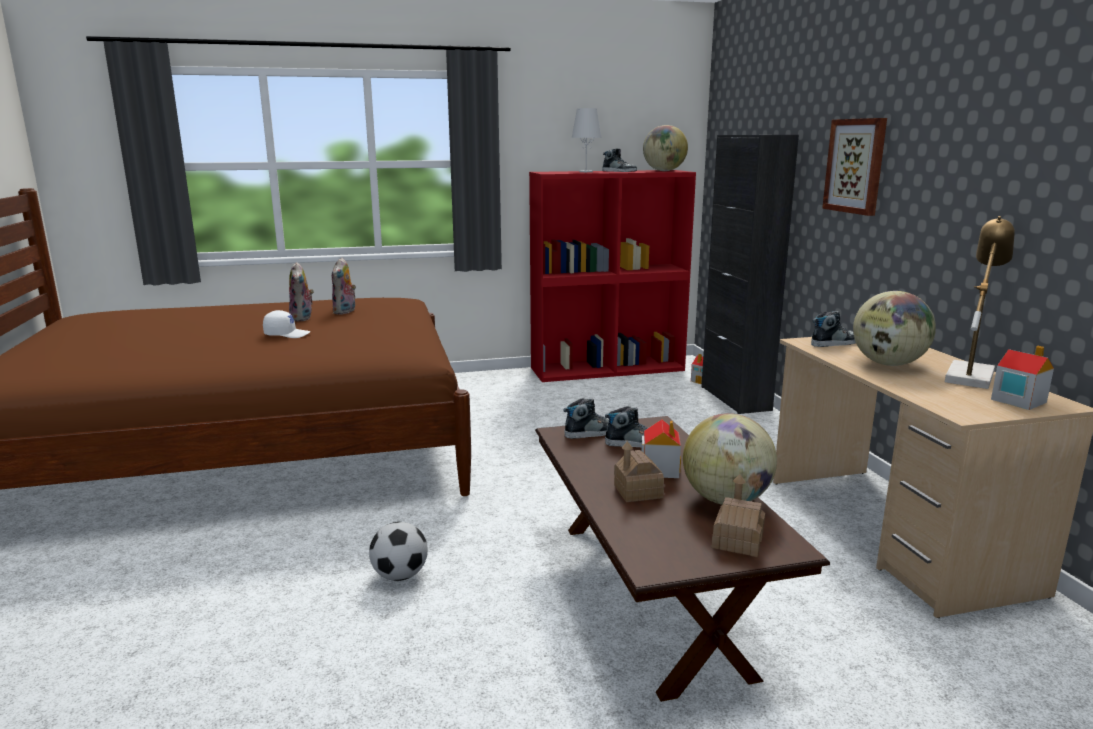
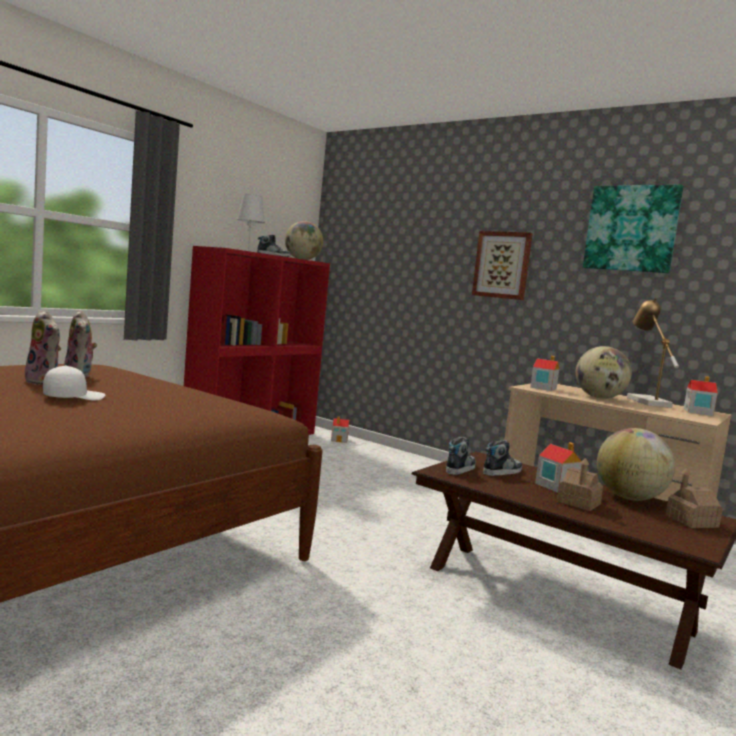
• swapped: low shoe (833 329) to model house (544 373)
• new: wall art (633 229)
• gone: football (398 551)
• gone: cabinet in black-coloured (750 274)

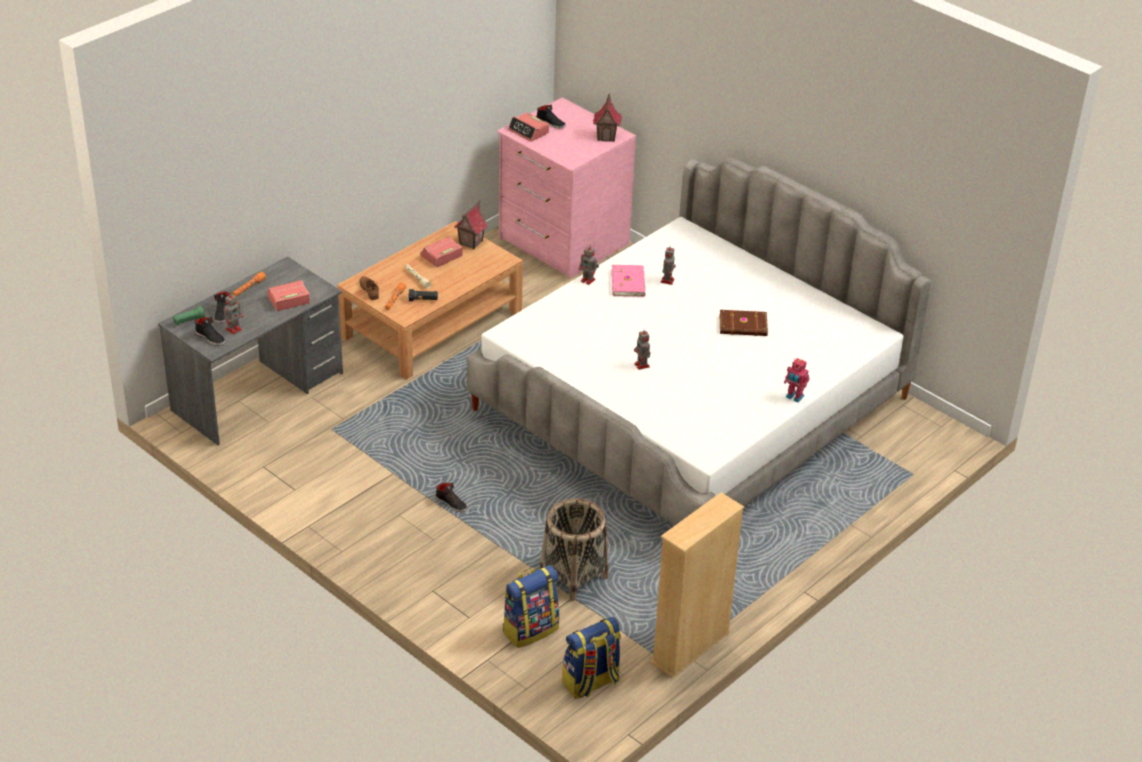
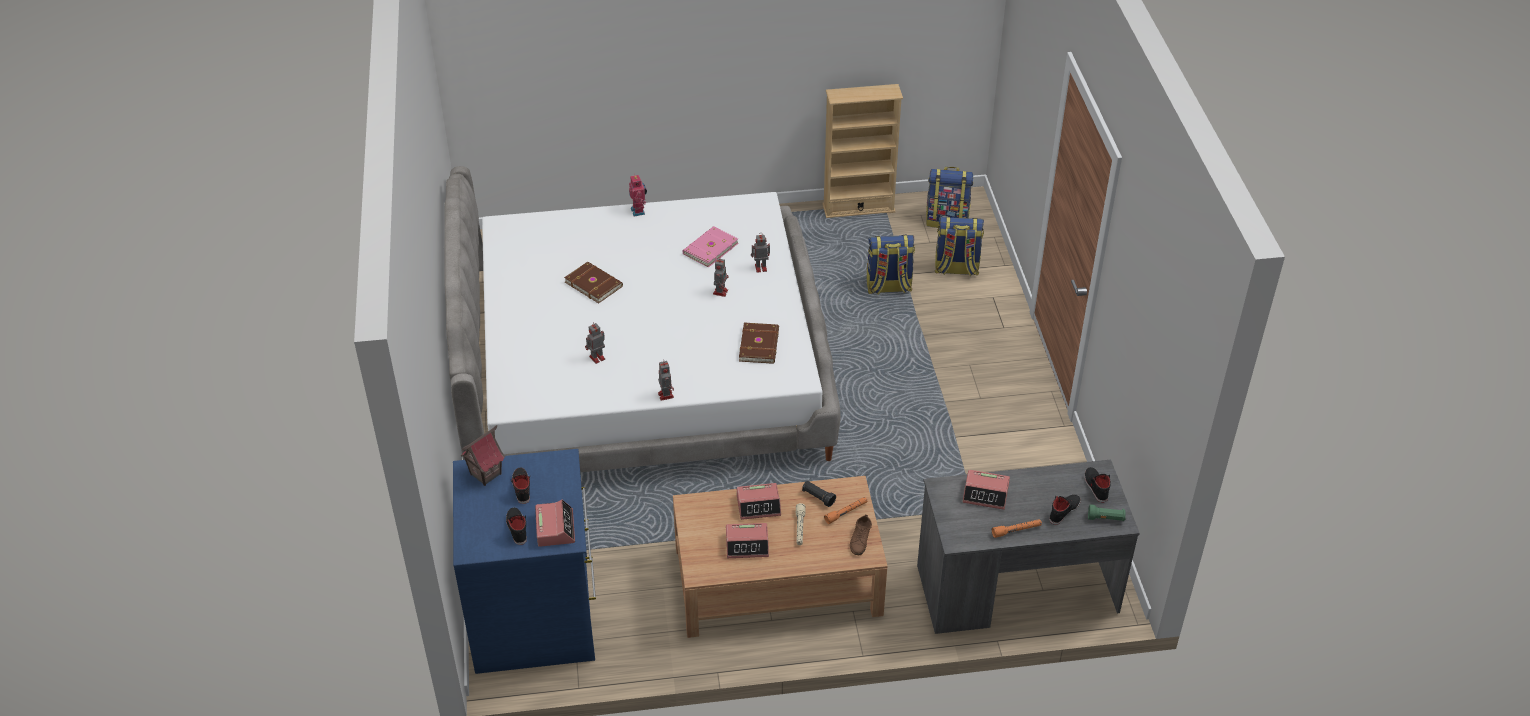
• repainted: drawer chest in pinkish (566 188) to drawer chest in bluish (524 561)
• shifted: low shoe in black-coloured (451 497) to (520 485)
• shifted: bound book in pinkish (628 281) to (711 247)
• new: table clock (759 501)
• new: bound book in brown (759 343)
• shifted: robot figure (233 313) to (760 254)
• swapped: basket (574 549) to rucksack (891 265)
• gone: model house (471 224)

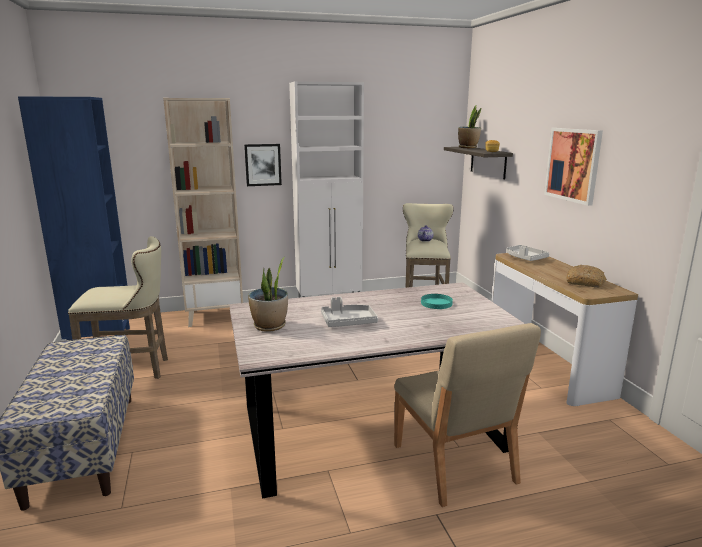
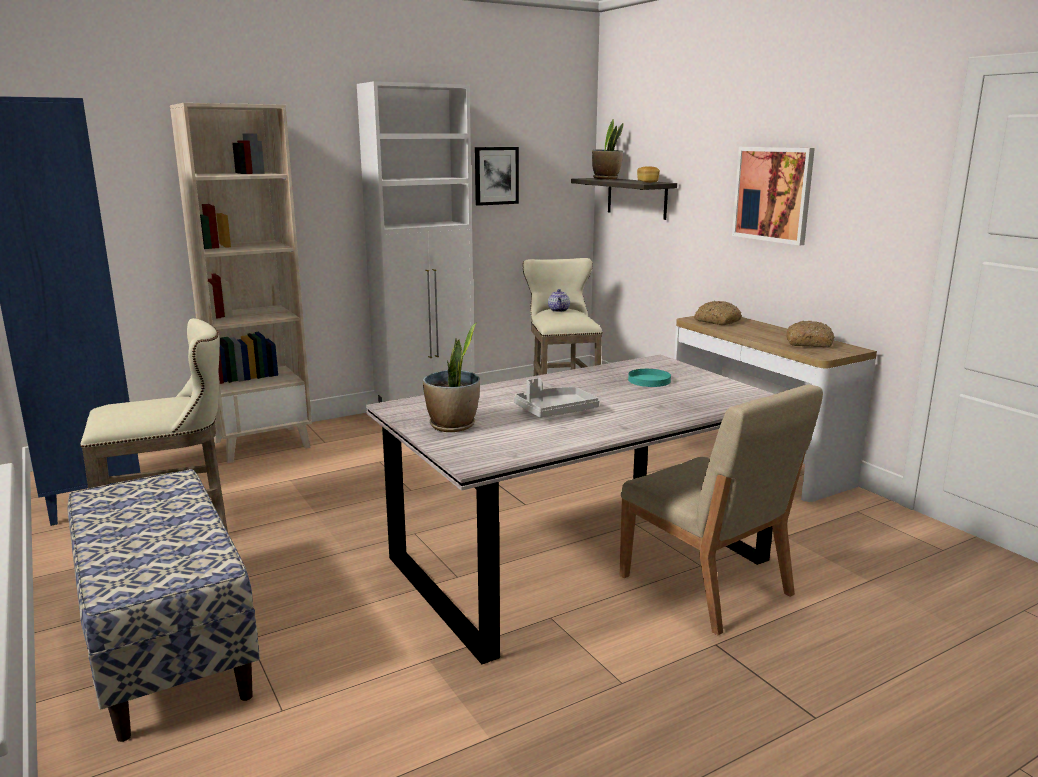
• shifted: wall art (263 165) to (497 176)
• swapped: carrying tray in greyish (527 253) to bread (718 313)

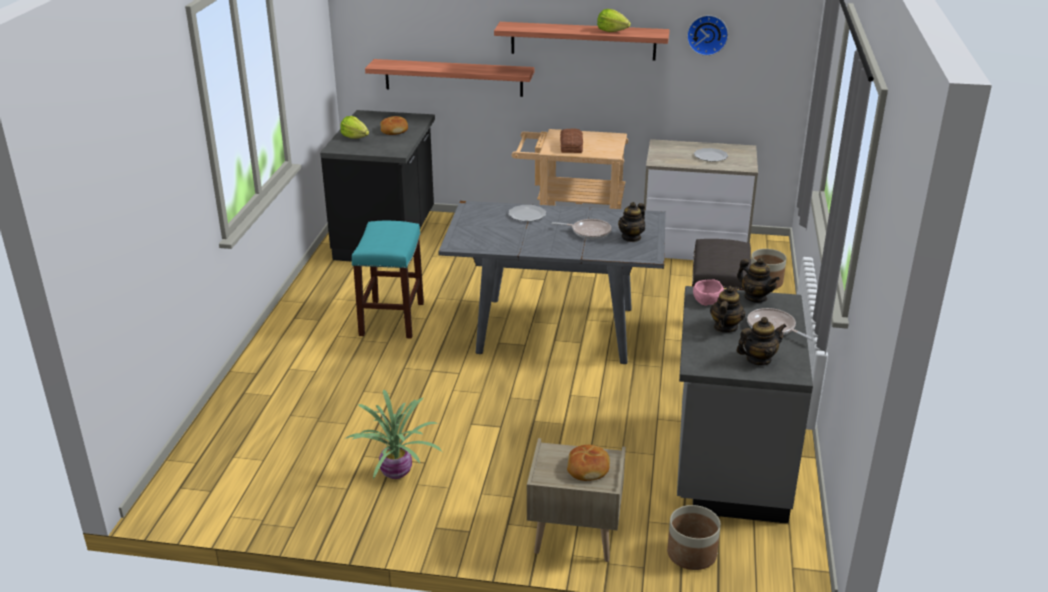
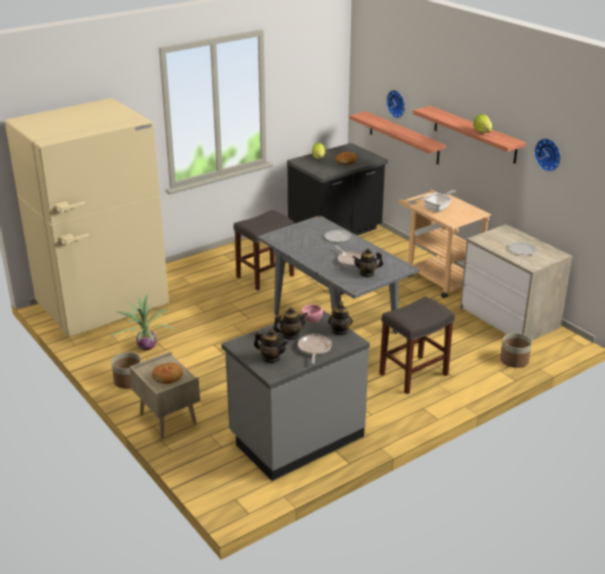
• new: kitchen fridge in beige-coloured (87 217)
• shifted: flower pot (694 537) to (126 370)
• repainted: sitting stool in turquoise (388 280) to sitting stool in greyish (264 250)
• new: clock on the wall (395 104)
• swapped: bread (571 140) to frying pan (439 201)

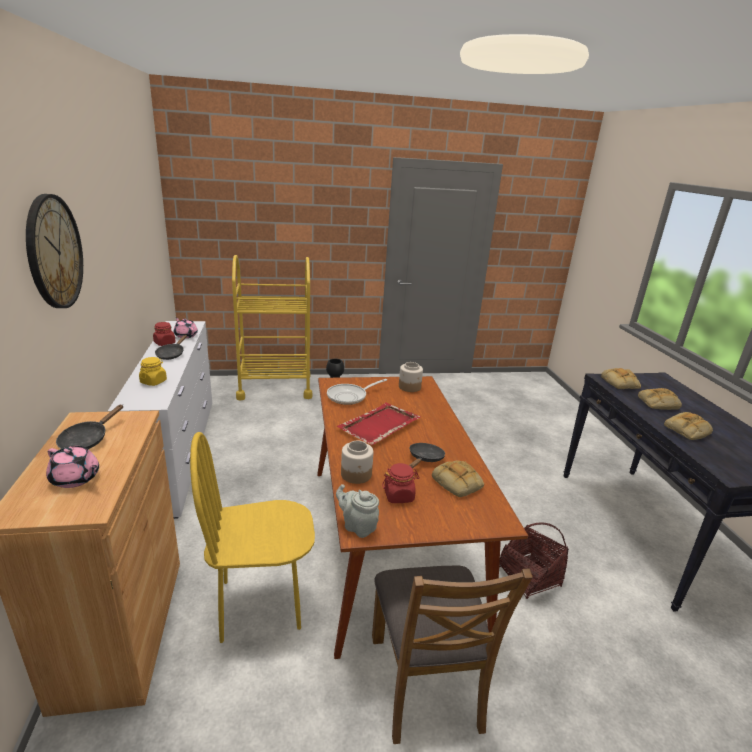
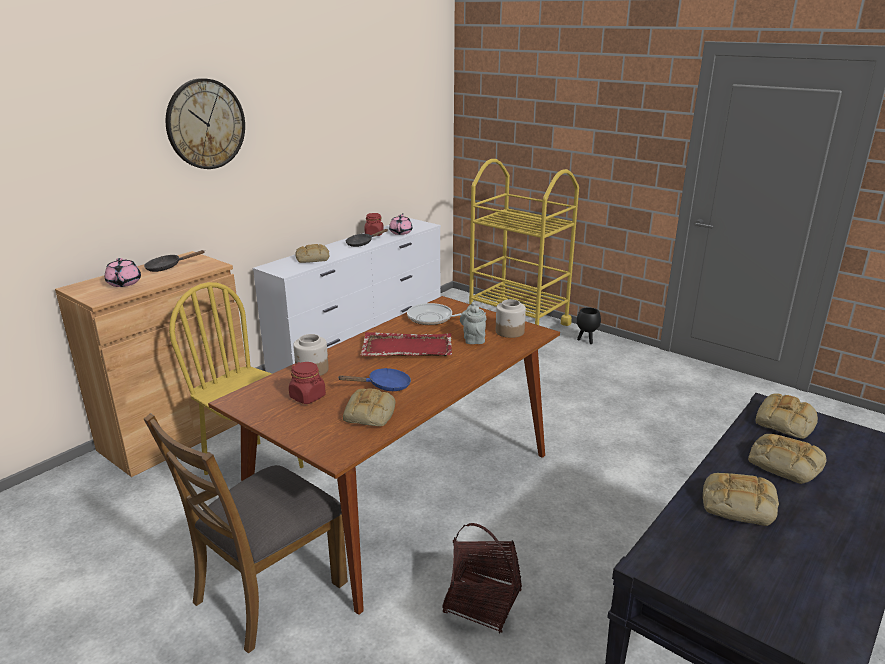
• swapped: preserve jar in yellowish (153 371) to bread (312 253)
• repainted: frying pan in black-coloured (427 456) to frying pan in bluish (375 379)
• shifted: teapot in greyish (357 511) to (473 323)

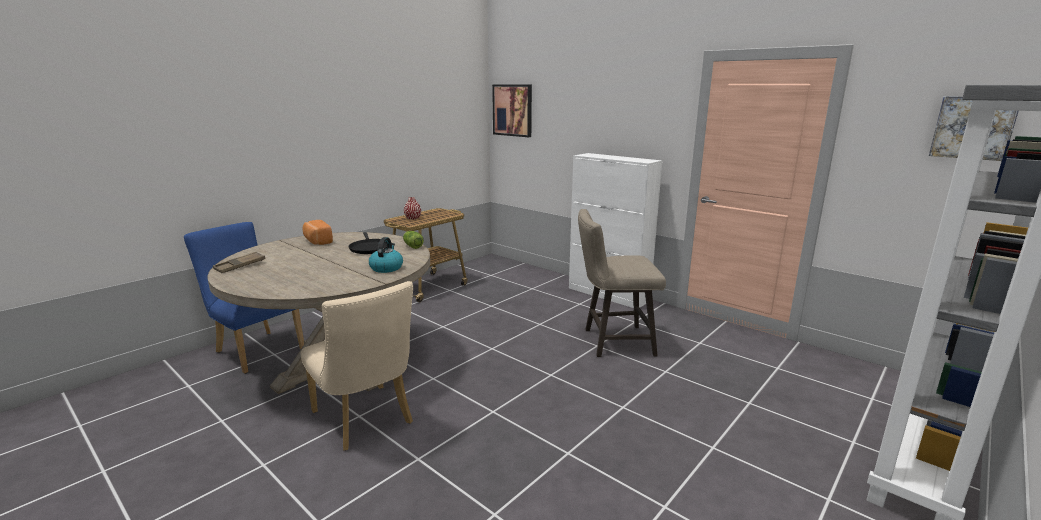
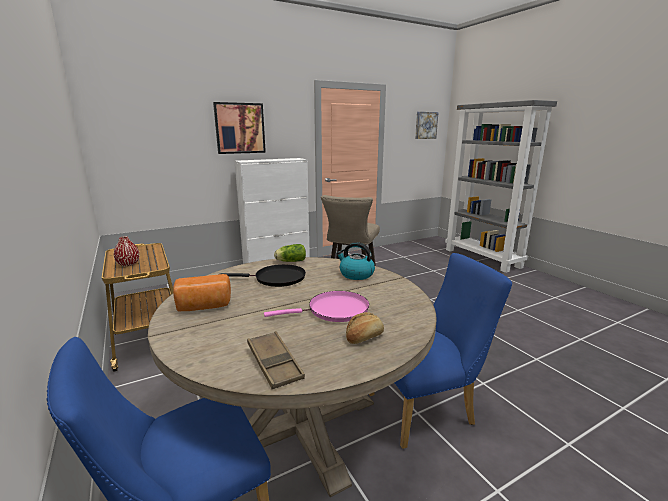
• shifted: wall art (512 111) to (239 128)
• new: frying pan in pinkish (316 306)
• new: bread (365 328)
• repainted: plain chair in beige-coloured (357 366) to plain chair in bluish (440 351)

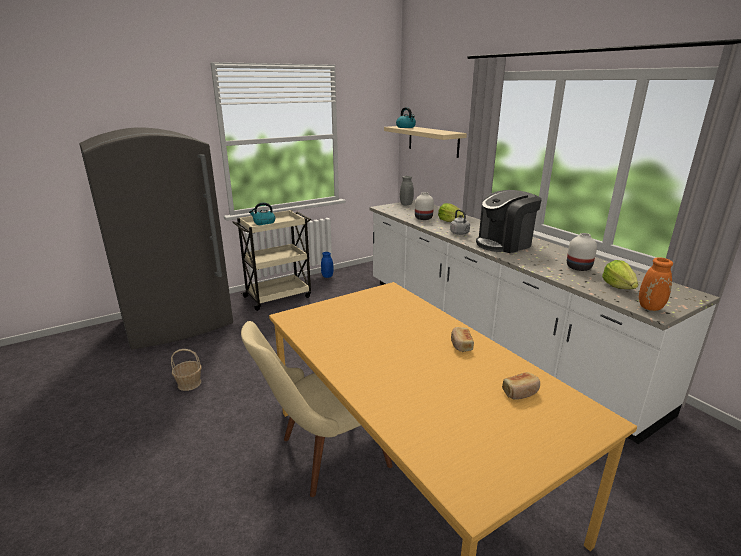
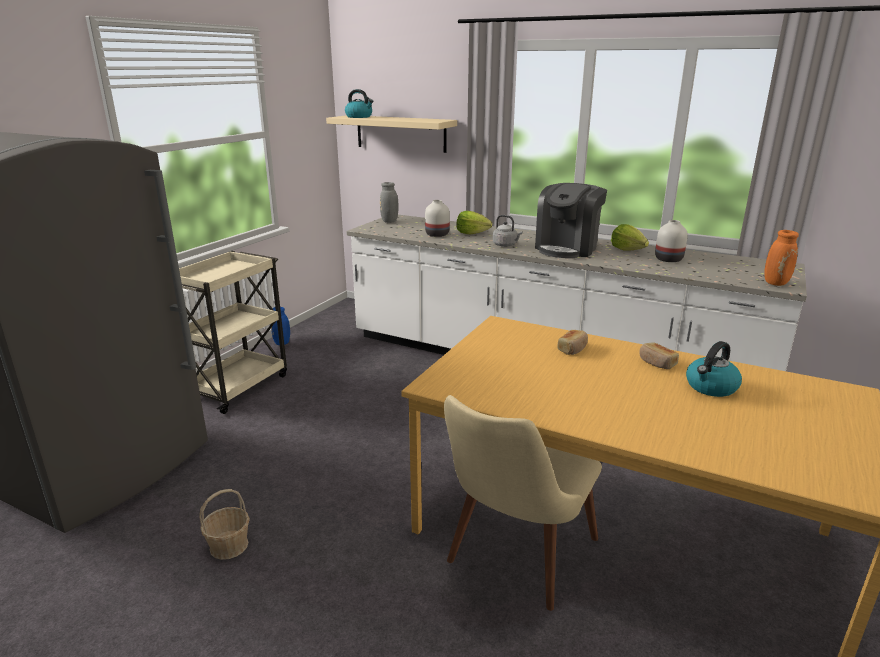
• shifted: bread (521 386) to (572 342)
• shifted: head of lettuce (620 274) to (630 237)
• shifted: water kettle (262 213) to (714 369)

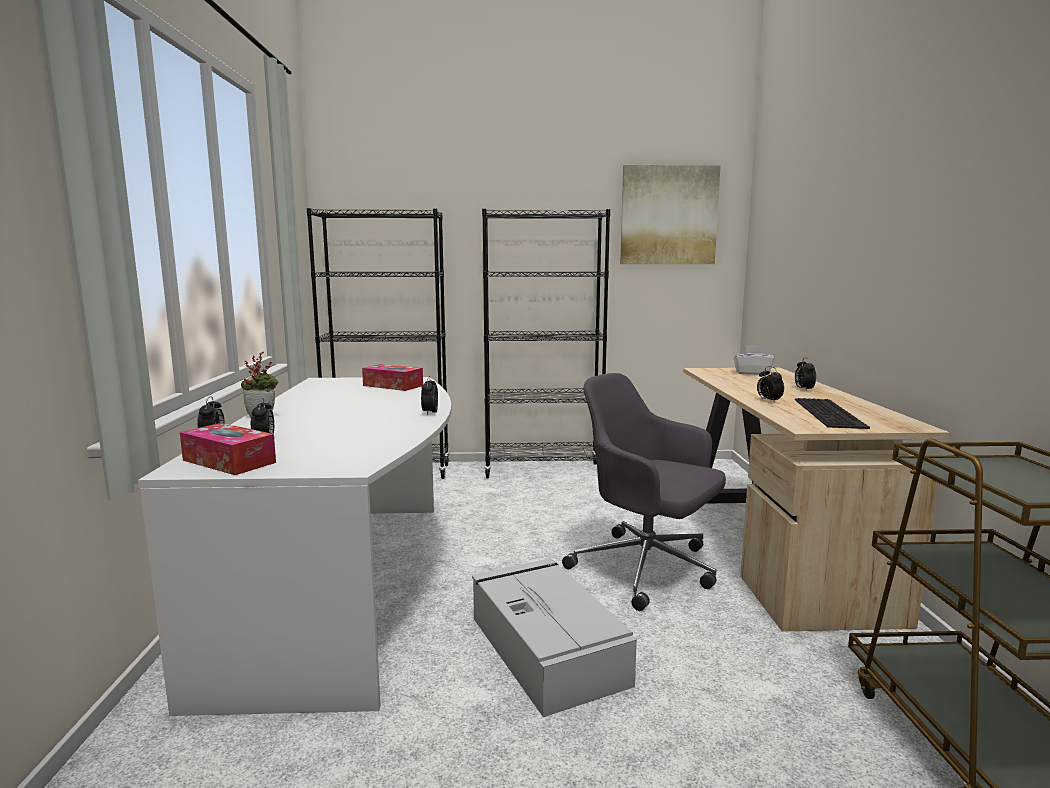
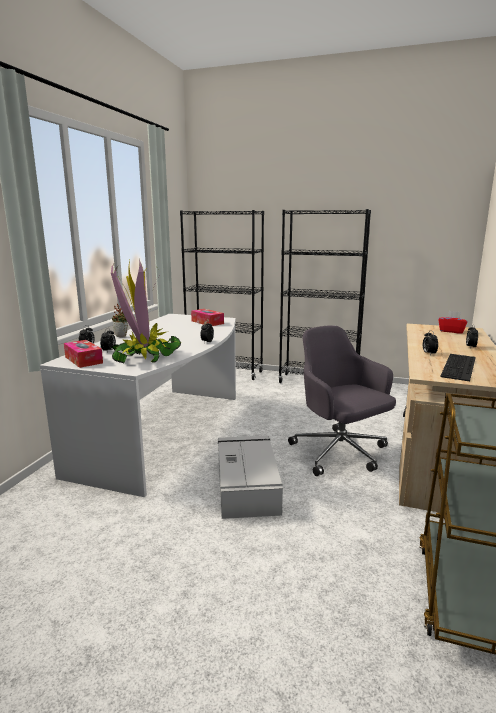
• new: houseplant (146 311)
• repainted: tissue box in whitish (754 360) to tissue box in reddish (453 322)
• gone: wall art (670 214)

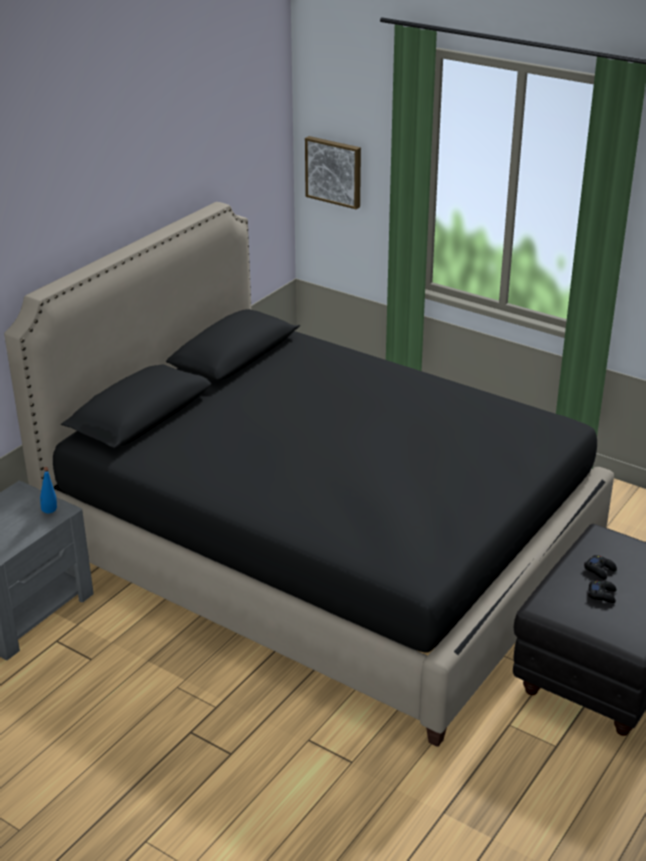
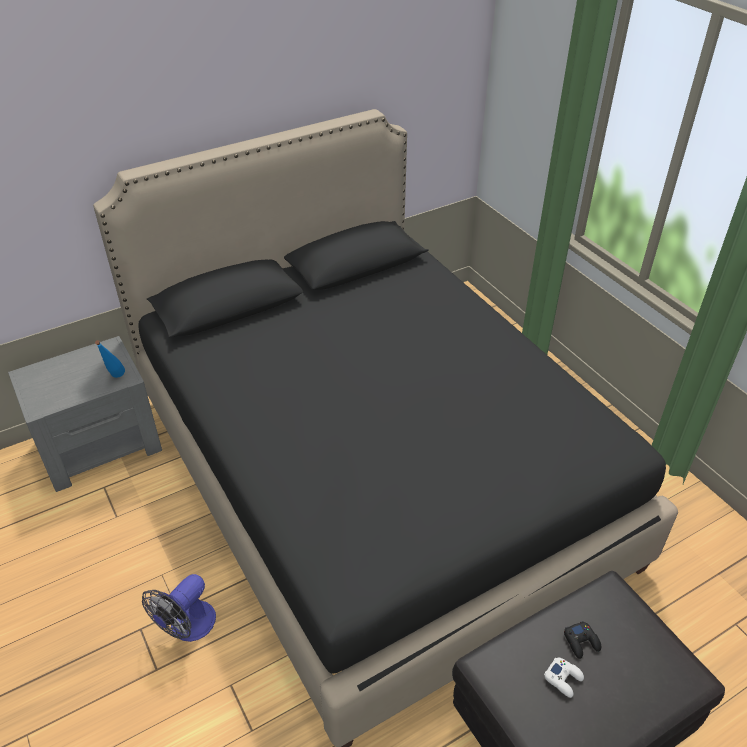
• new: fan (179 608)
• repainted: joypad in black-coloured (602 592) to joypad in whitish (564 677)
• gone: wall art (333 172)

